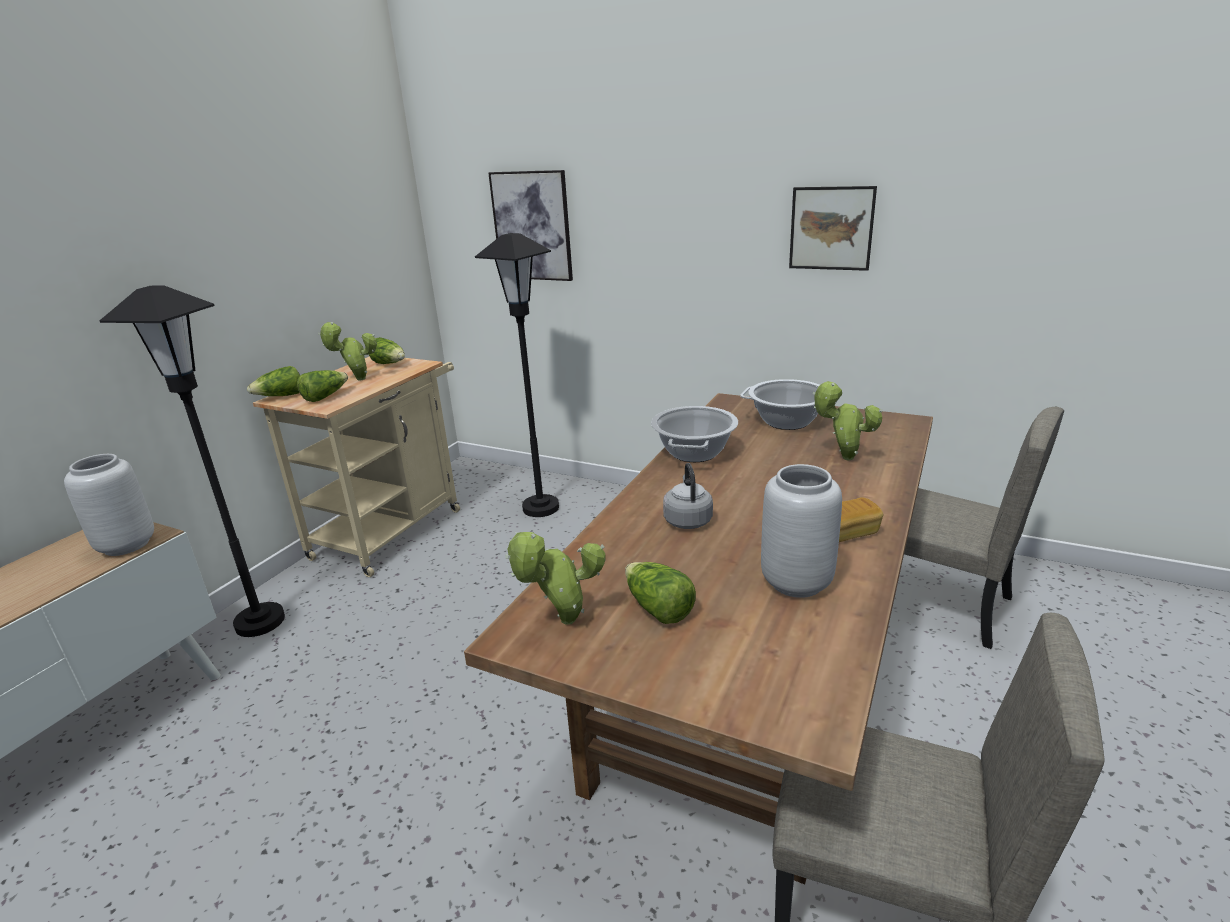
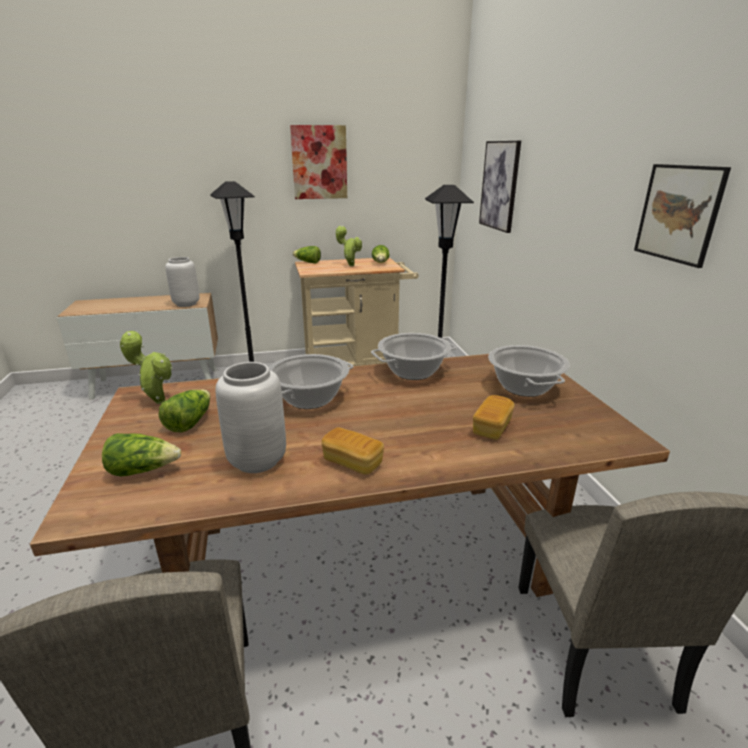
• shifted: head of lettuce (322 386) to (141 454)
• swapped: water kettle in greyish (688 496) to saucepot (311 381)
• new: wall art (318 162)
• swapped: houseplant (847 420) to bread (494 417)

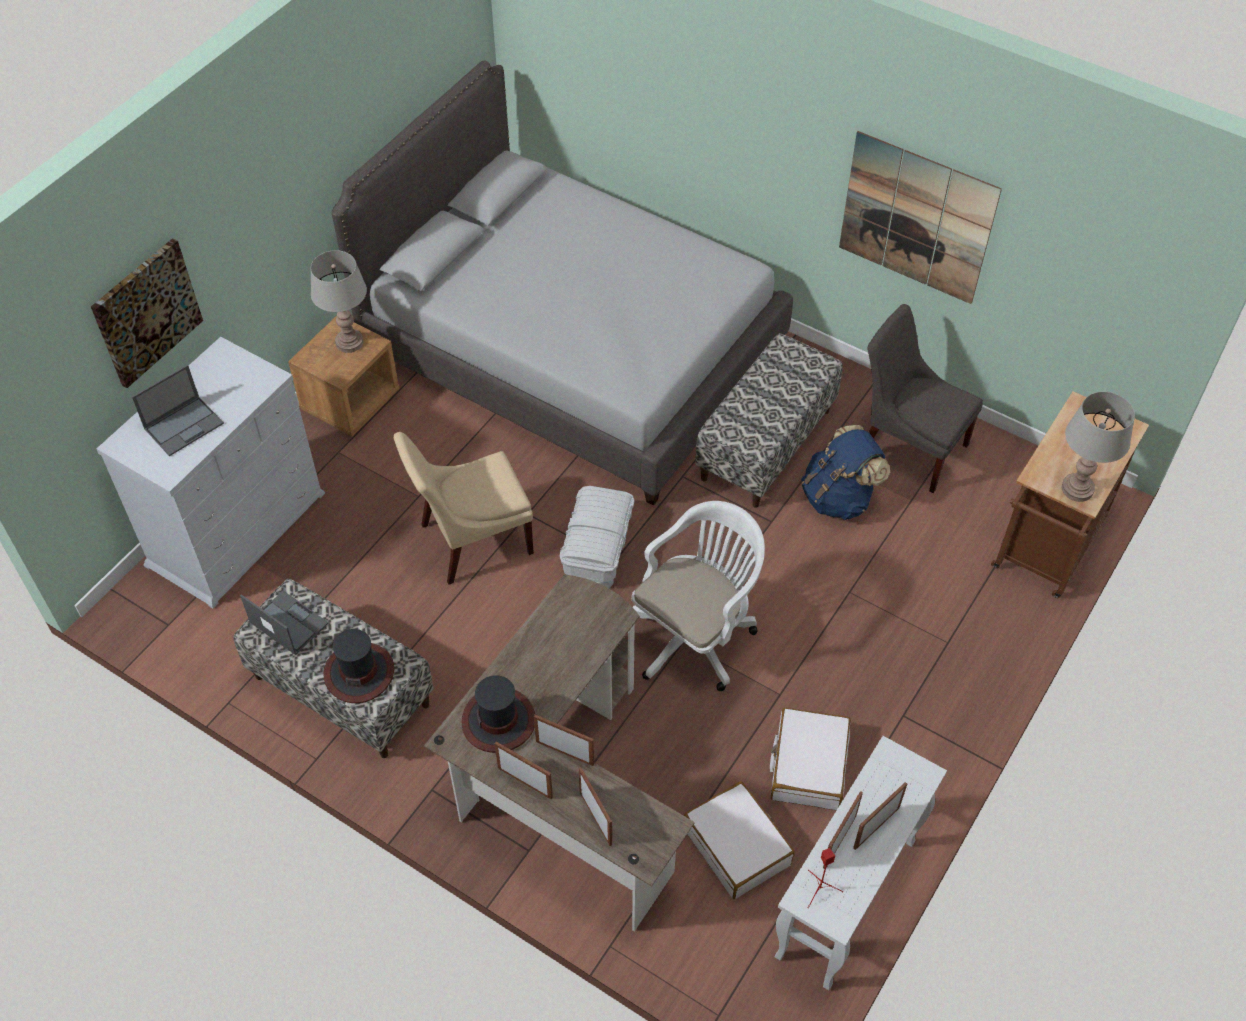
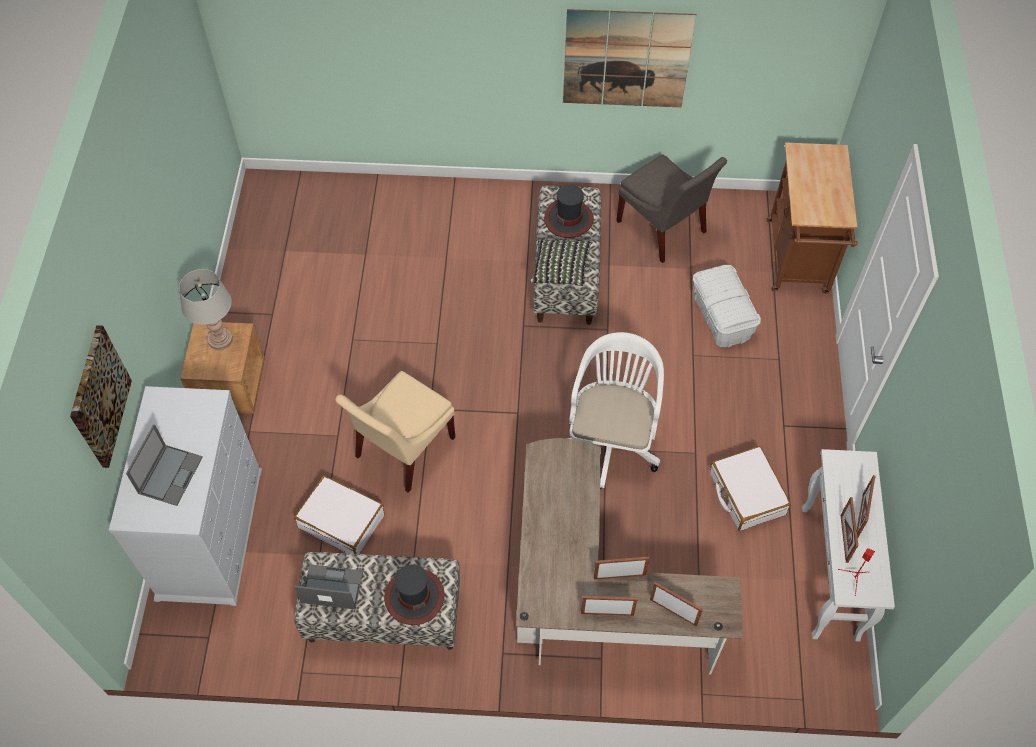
• shifted: suitcase in whitish (739 840) to (339 514)
• new: cushion (561 262)
• shifted: wearable hat (498 714) to (569 211)
• rotated: plain chair in greyish (925 398) = (671 208) 135 degrees counterclockwise
• shifted: storage container in whitish (597 537) to (727 306)
• gone: bed in greyish (562 283)
• gone: rucksack in bluish (845 472)
• gone: lamp for a table in greyish (1098 447)

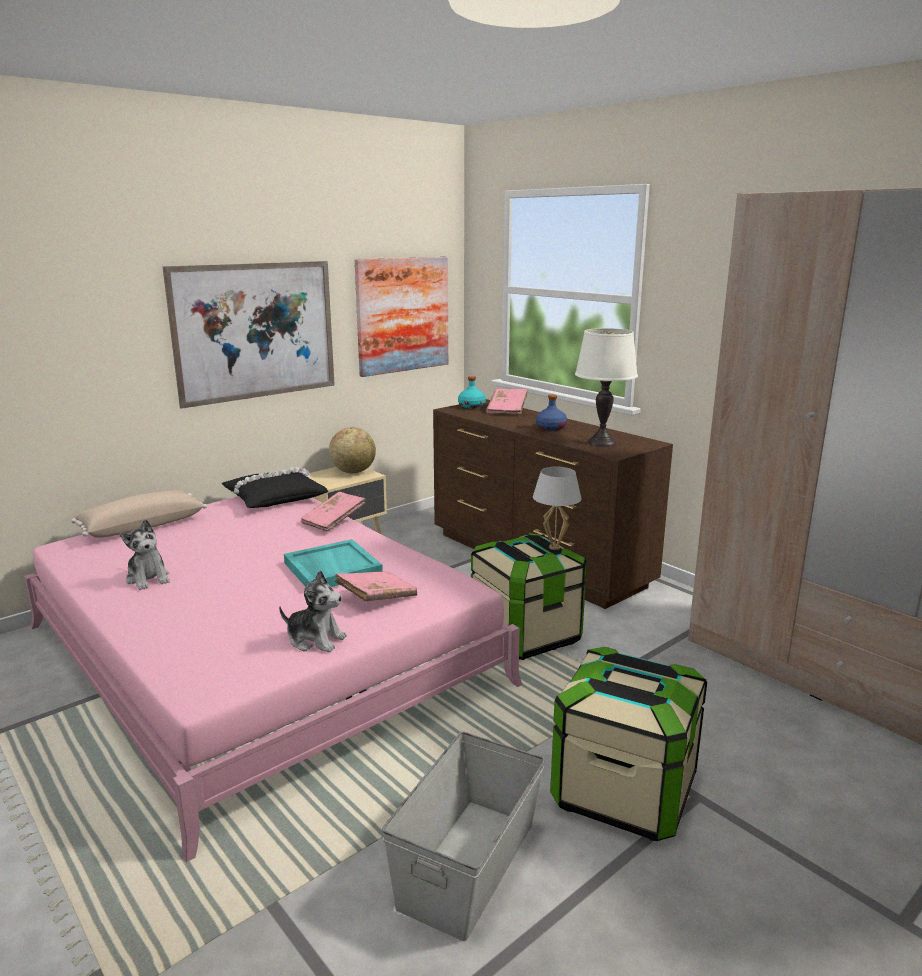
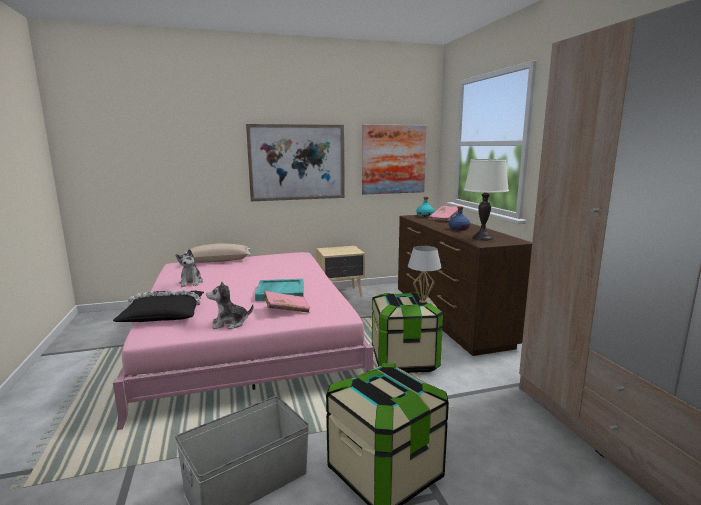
• shifted: cushion in black-coloured (275 487) to (158 306)
• rotated: plush toy (313 611) = (229 305) 120 degrees clockwise
• gone: bound book in pinkish (333 512)
• gone: globe (352 450)

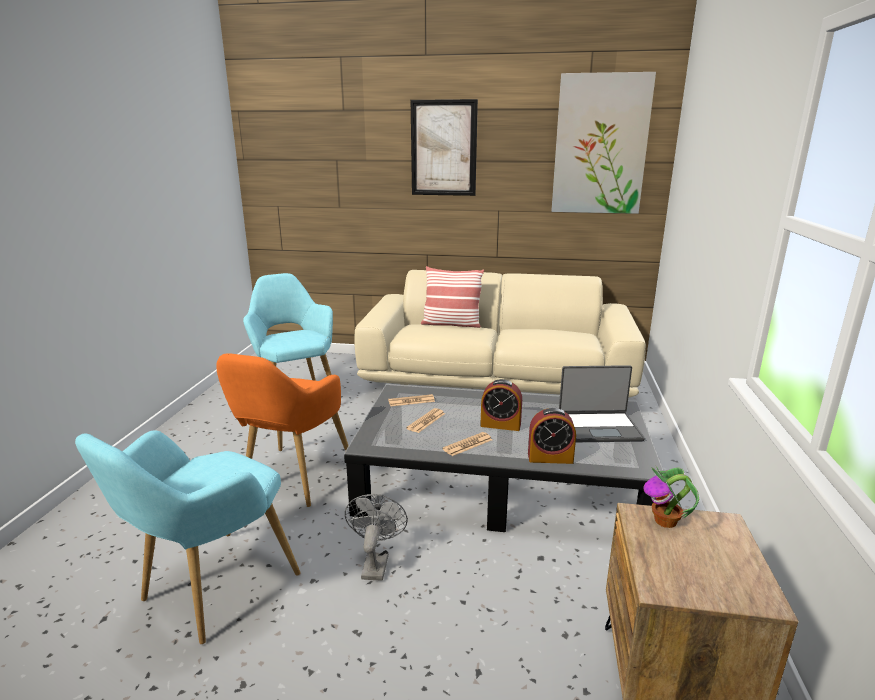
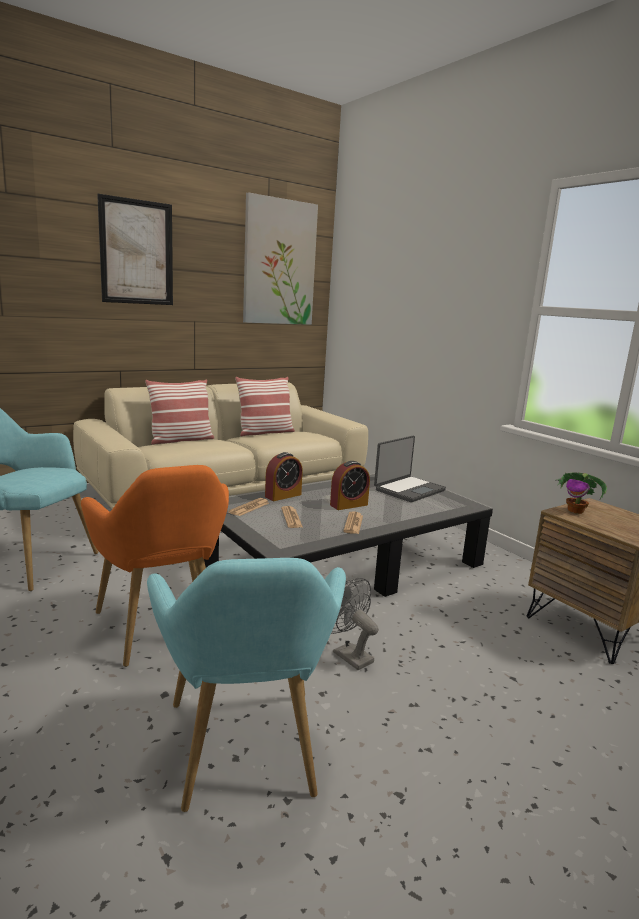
• new: cushion (265 406)
• shifted: table clock (552 436) to (284 476)

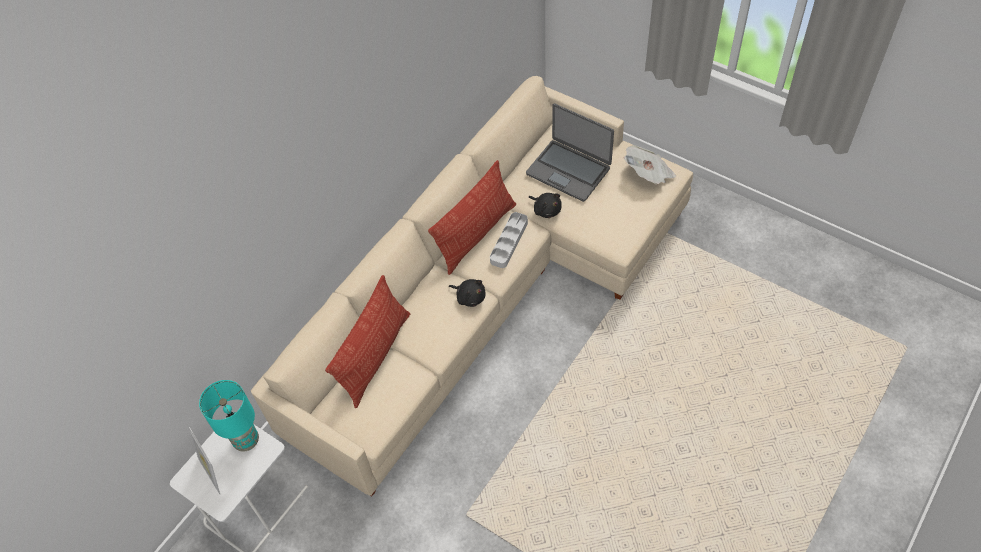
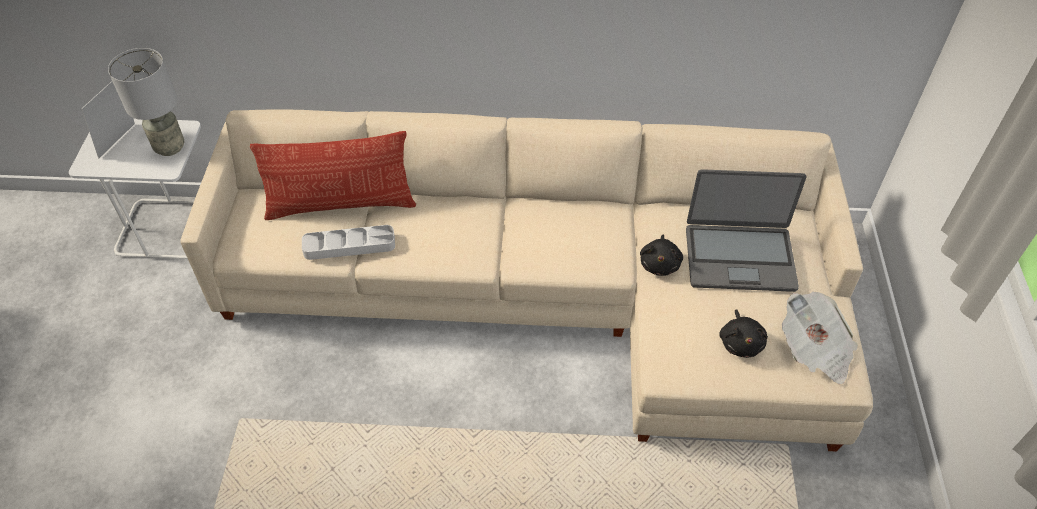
• repainted: lamp for a table in turquoise (229 416) to lamp for a table in greyish (146 102)
• shifted: carrying tray in greyish (509 240) to (348 242)
• rotated: laptop (570 152) = (746 230) 90 degrees counterclockwise
• shifted: plush toy in black-coloured (467 293) to (743 333)
• gone: cushion (472 217)

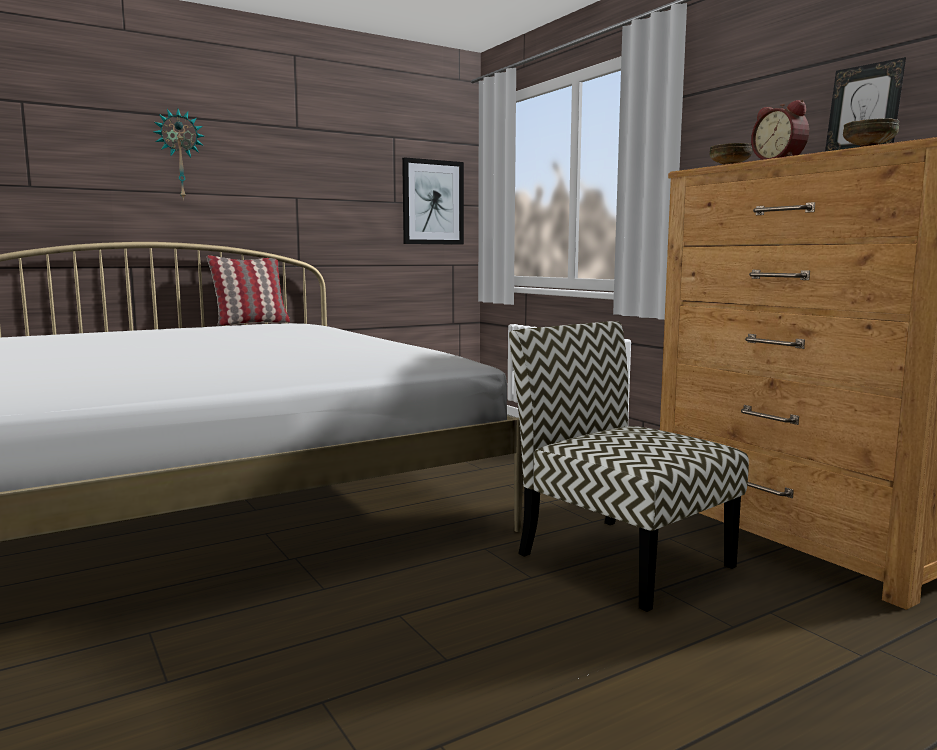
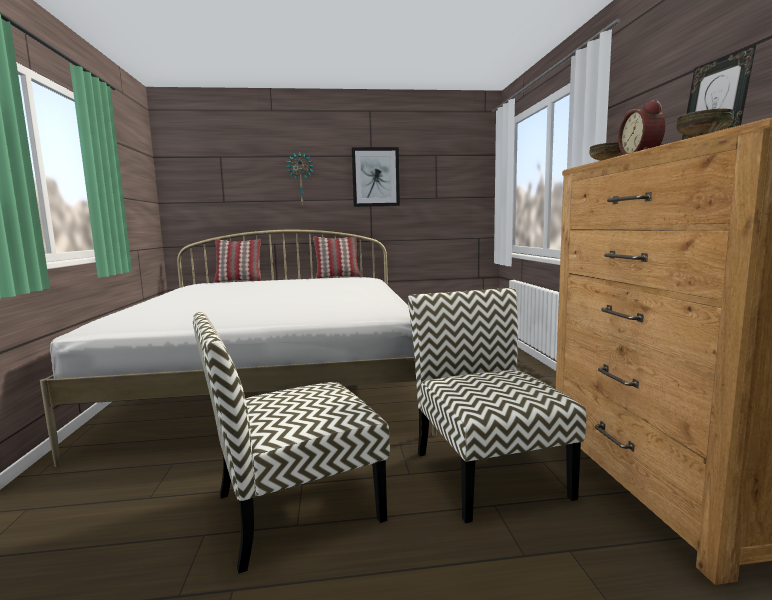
• new: plain chair (291 443)
• new: cushion (237 260)
• shifted: wall art (433 201) to (376 177)

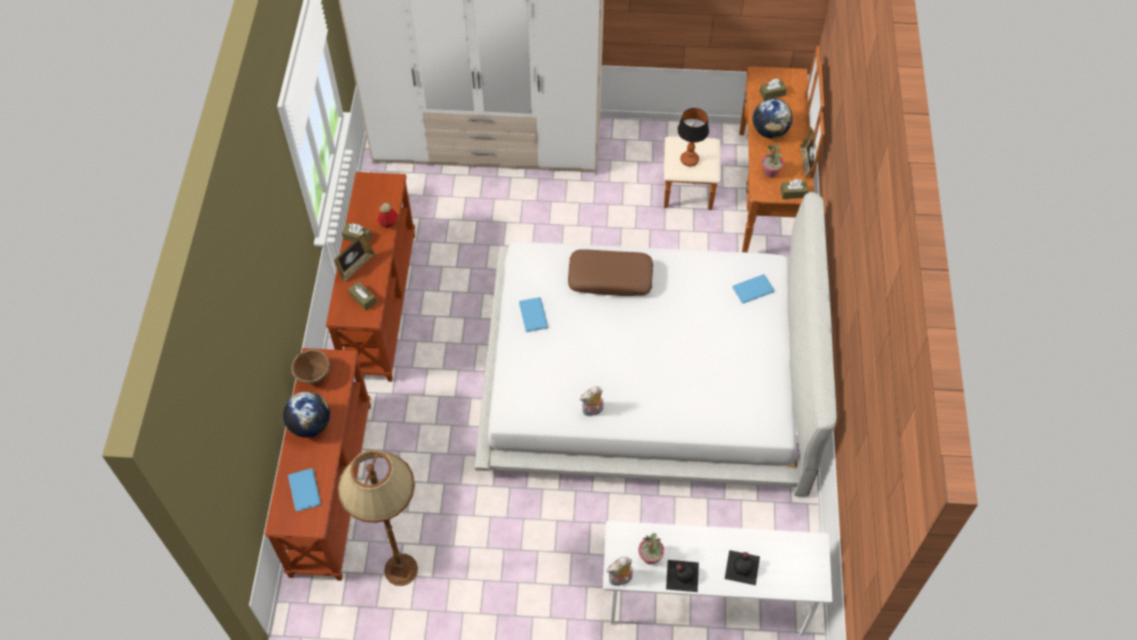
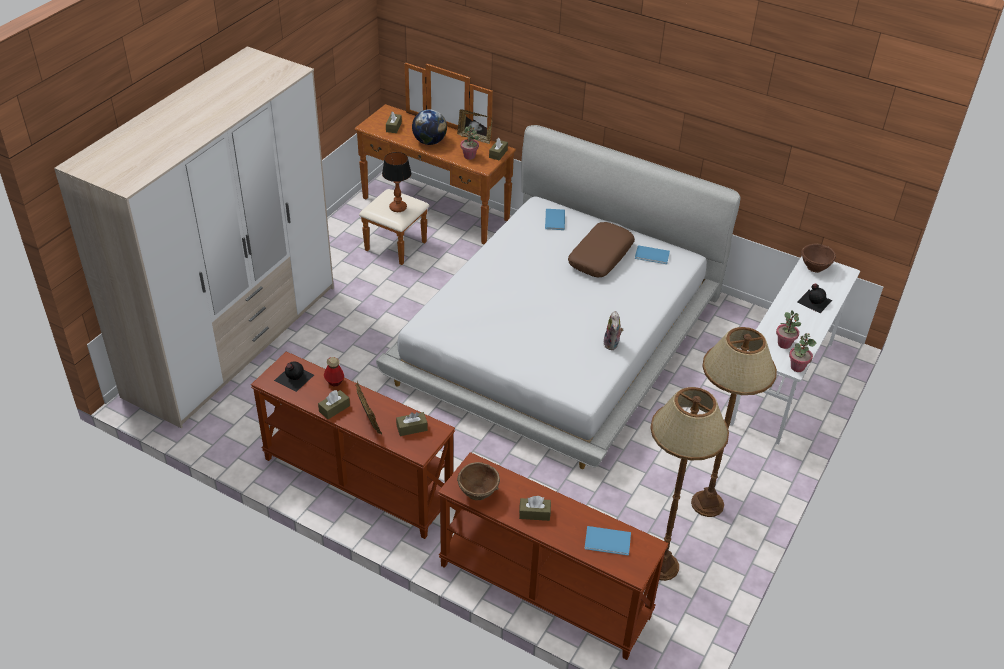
• shifted: bottle in black-coloured (682 576) to (294 376)
• swapped: globe (306 414) to tissue box in brown (535 508)
• shifted: cushion in brown (610 272) to (601 249)
• shifted: bound book in bluish (533 314) to (652 254)
• new: floor lamp in brown (734 422)
• swapped: plush toy (620 571) to houseplant (802 352)
• new: bowl in brown (818 258)

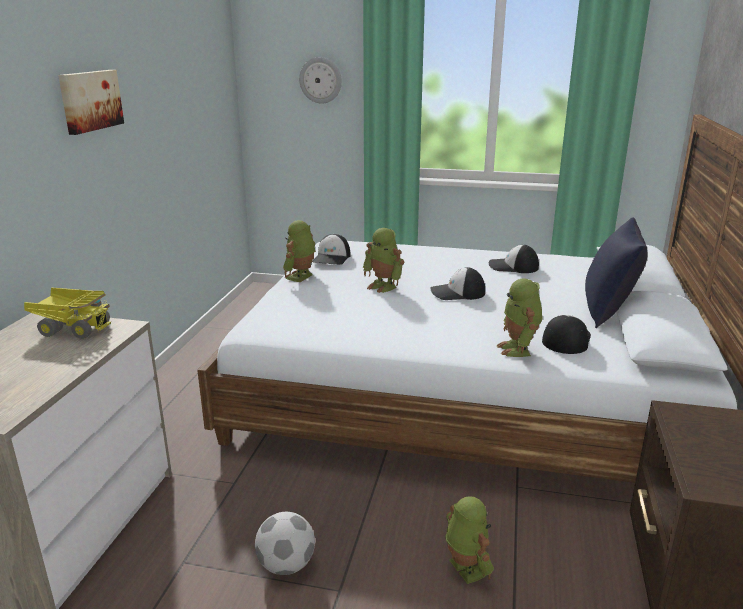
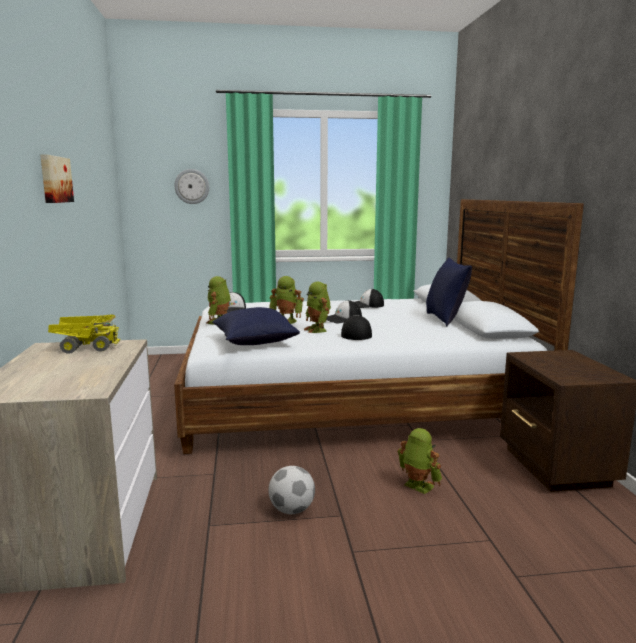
• new: cushion in bluish (256 326)
• shifted: robot figure (519 318) to (317 307)
• shifted: cap (566 334) to (356 327)

